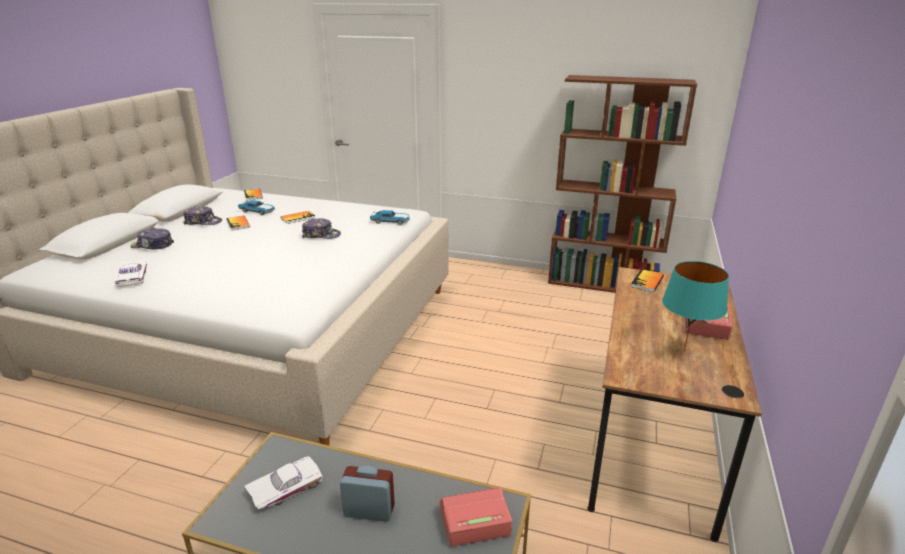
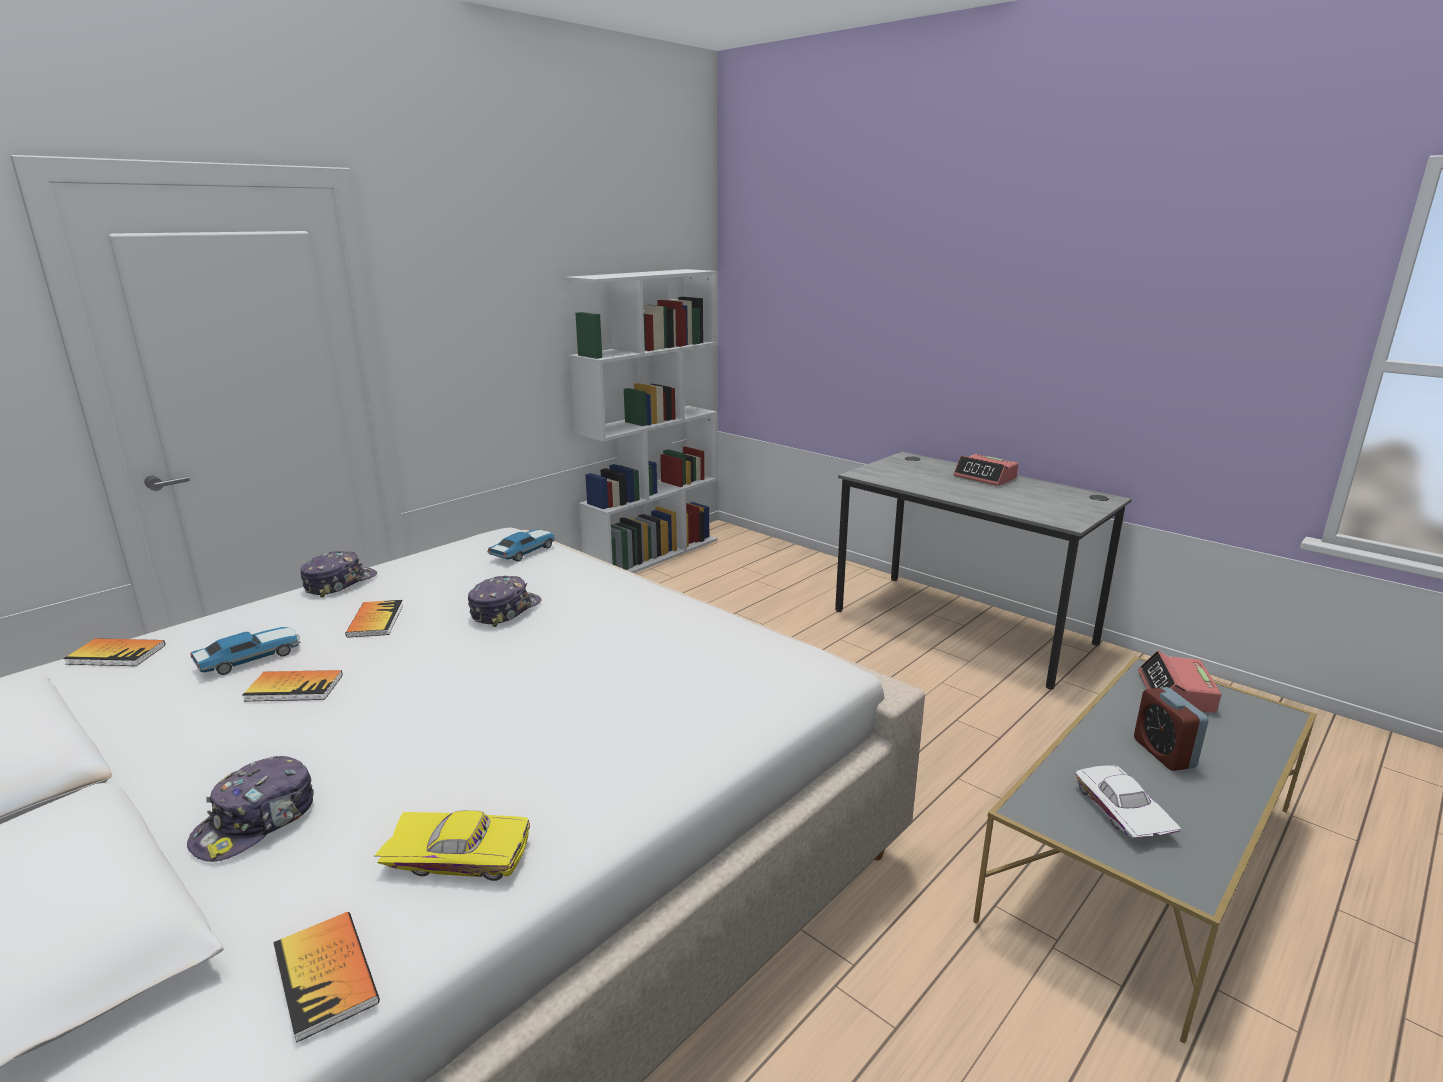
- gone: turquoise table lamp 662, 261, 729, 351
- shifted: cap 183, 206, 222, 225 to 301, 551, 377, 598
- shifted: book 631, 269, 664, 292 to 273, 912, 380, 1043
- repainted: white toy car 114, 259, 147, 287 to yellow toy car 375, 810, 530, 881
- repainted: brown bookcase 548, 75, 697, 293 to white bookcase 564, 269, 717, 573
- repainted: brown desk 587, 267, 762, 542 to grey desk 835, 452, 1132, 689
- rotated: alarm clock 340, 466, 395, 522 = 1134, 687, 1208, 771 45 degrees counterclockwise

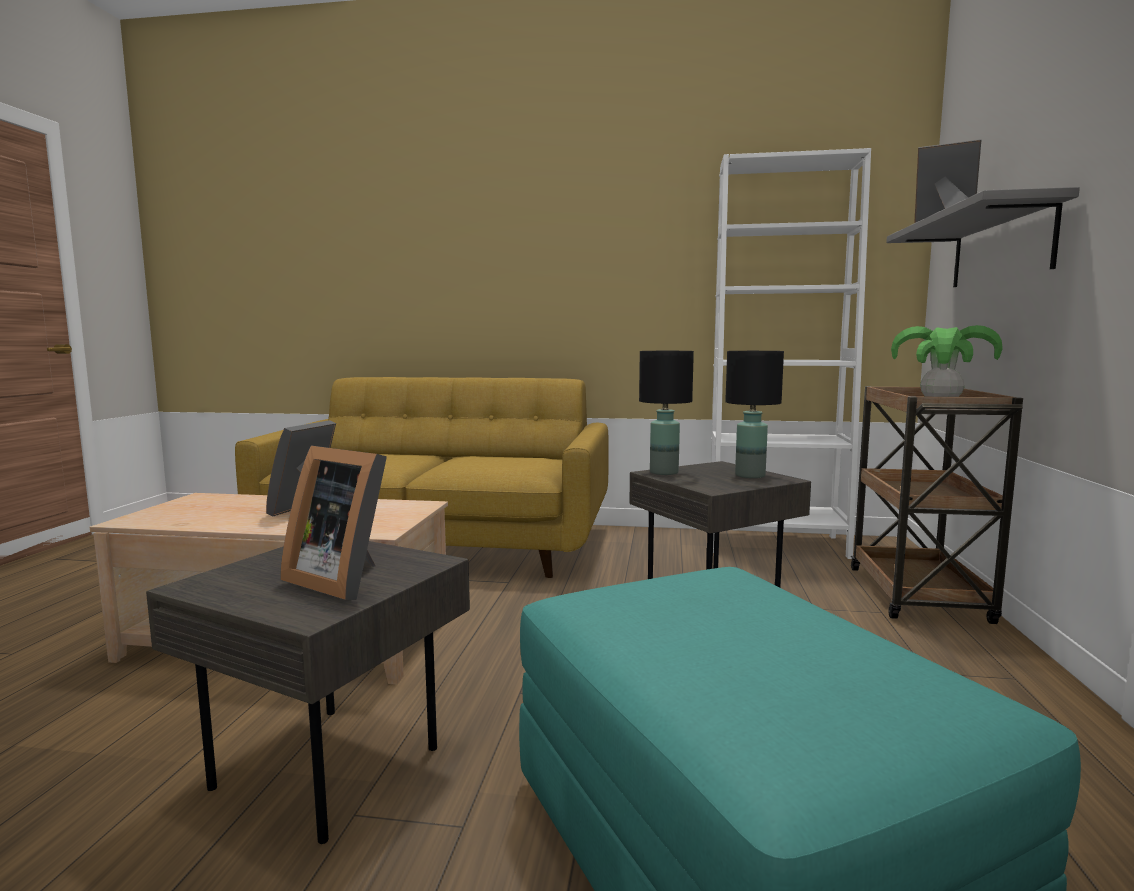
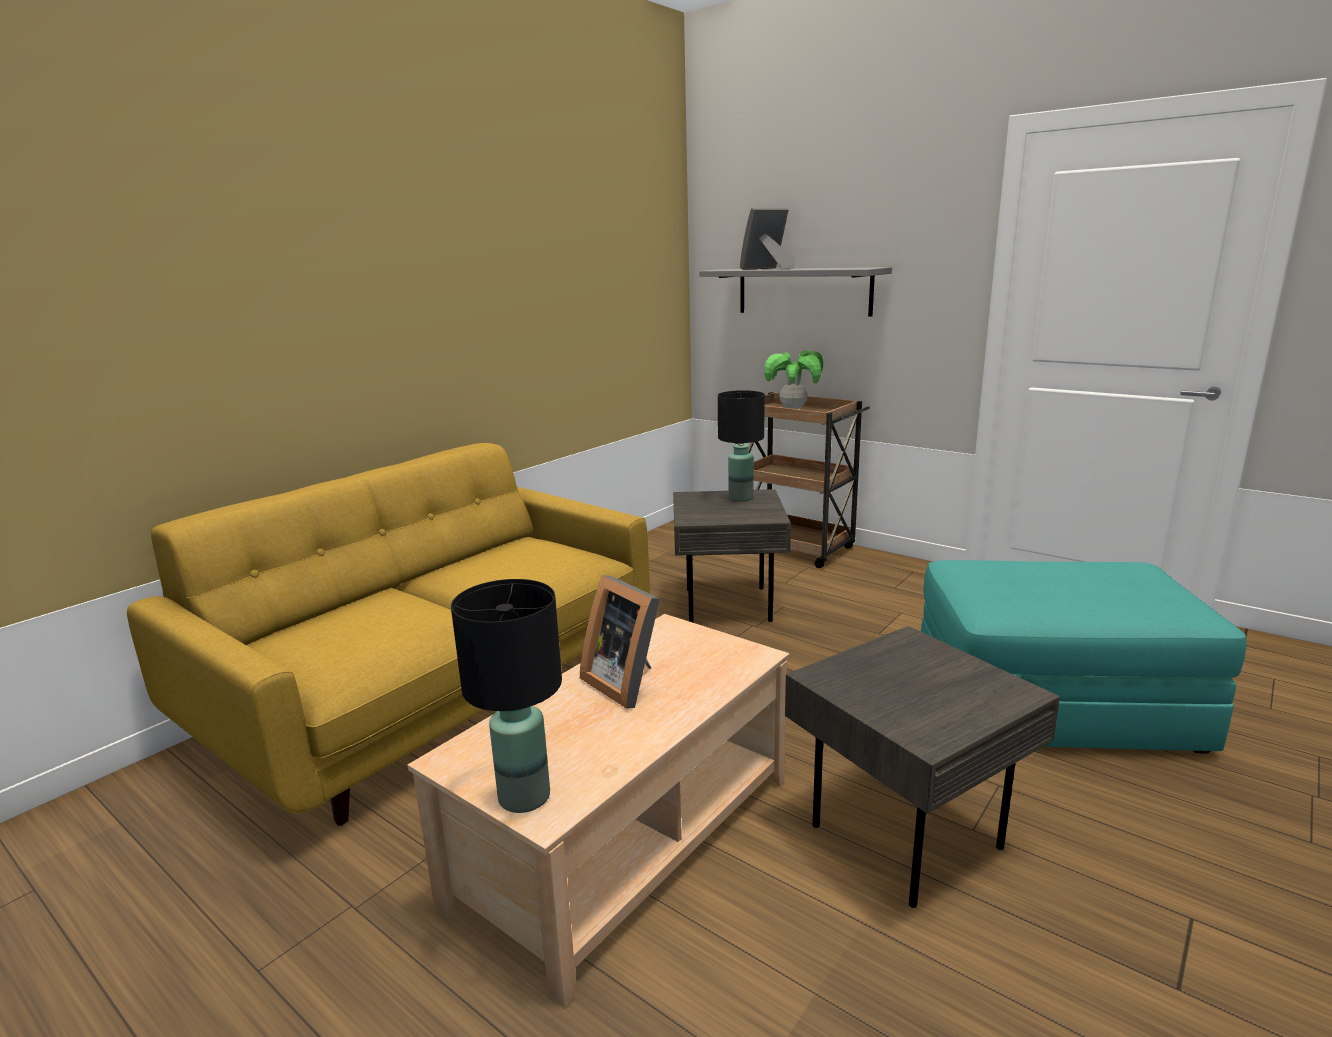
- gone: picture frame 280, 446, 387, 600
- gone: white bookcase 711, 148, 871, 559
- shifted: black table lamp 639, 351, 694, 475 to 451, 579, 562, 813

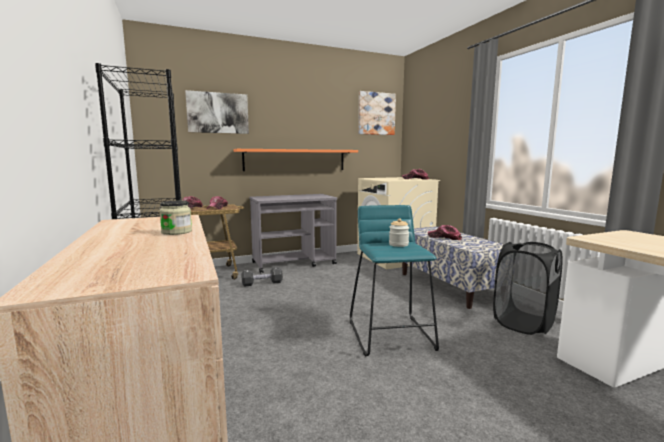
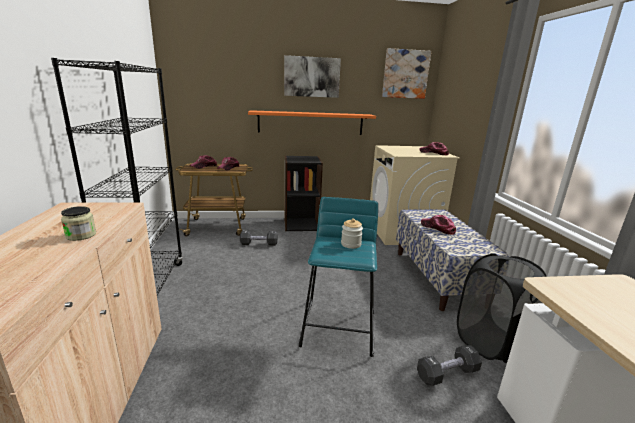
- new: black dumbbell 417, 345, 482, 386
- shifted: picture 185, 90, 249, 134 to 284, 55, 341, 98
- swapped: grey cart 249, 194, 337, 273 to black bookcase 285, 156, 323, 231

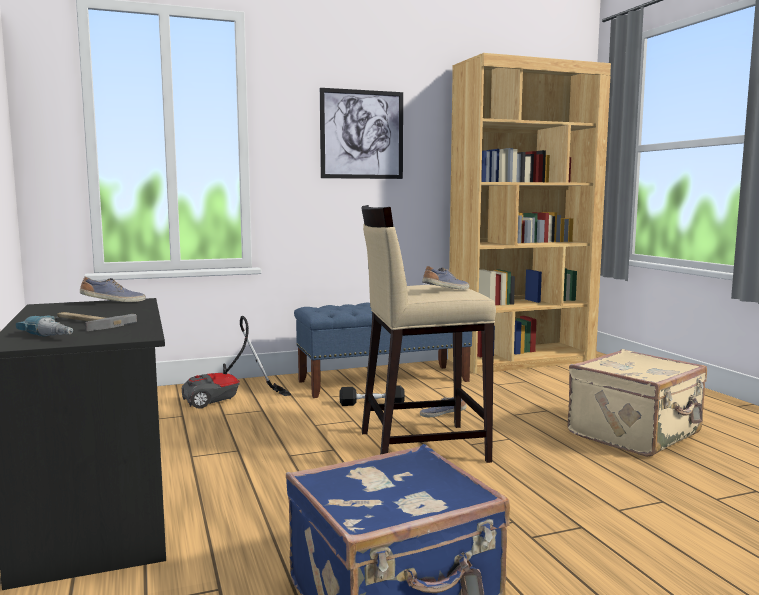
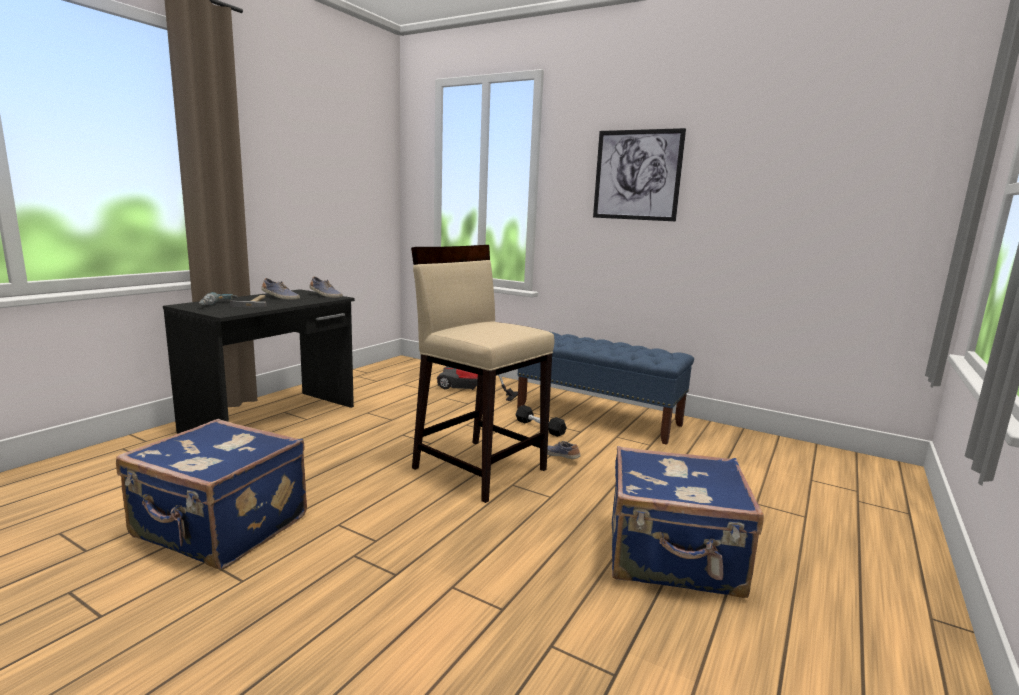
- gone: brown bookcase 448, 53, 611, 374
- shifted: shoe 422, 266, 469, 289 to 261, 278, 300, 300
- repainted: beige suitcase 568, 349, 707, 457 to blue suitcase 612, 446, 764, 598

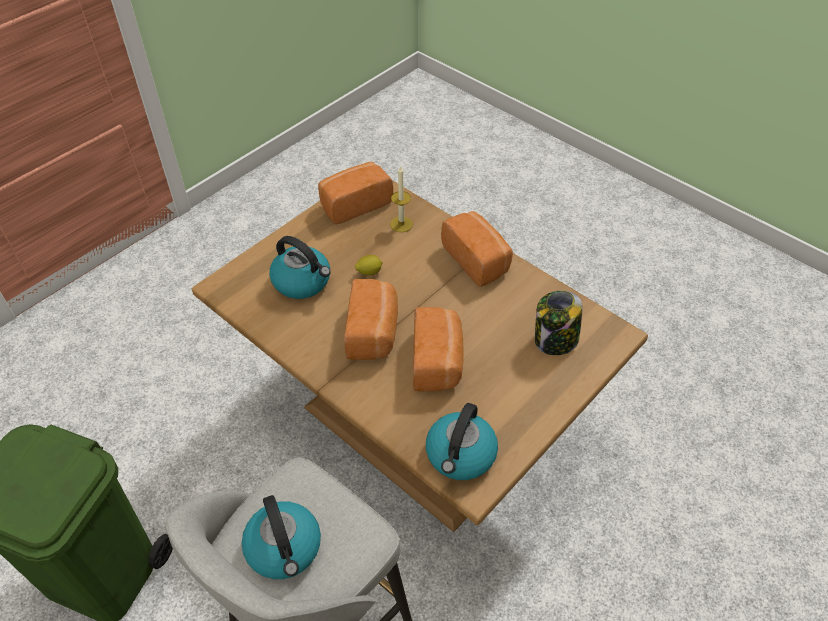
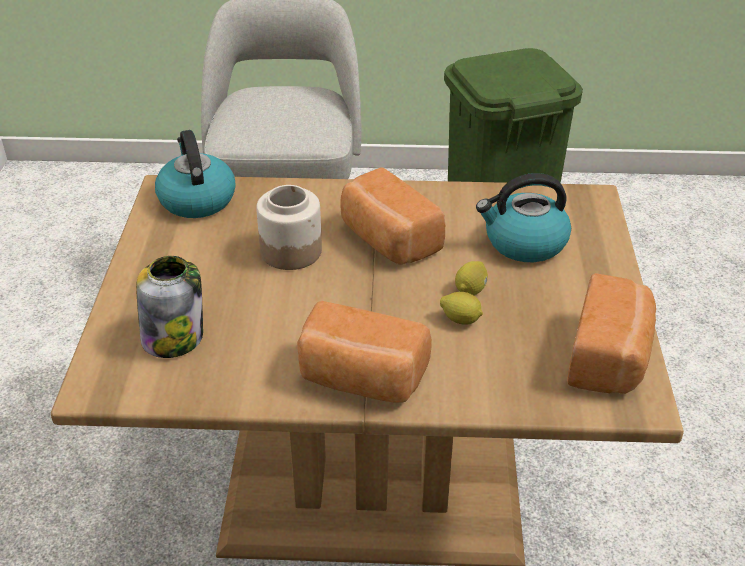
- gone: kettle 242, 495, 321, 579
- gone: candle 390, 166, 413, 232
- new: lemon 440, 292, 483, 325
- swapped: bread 413, 307, 464, 392 to jar 256, 185, 322, 270

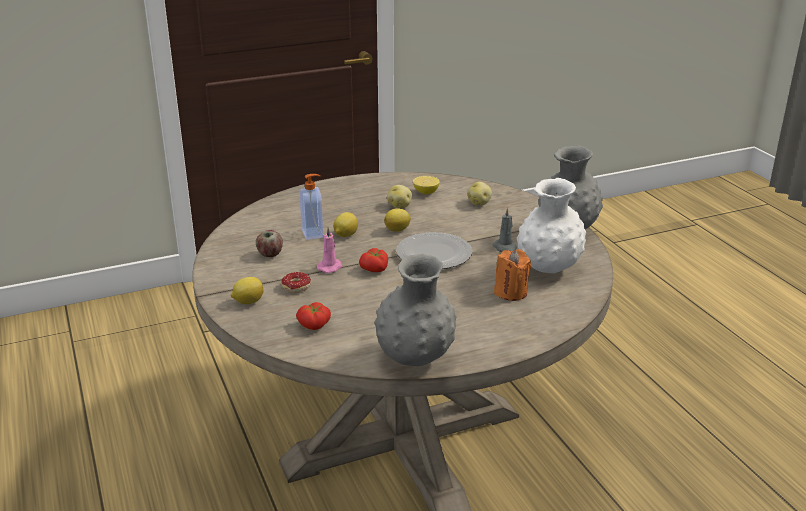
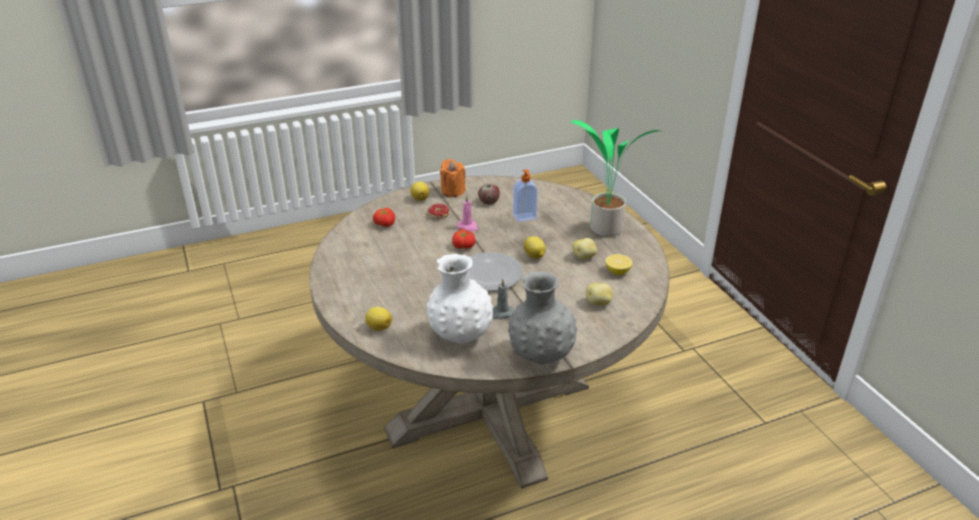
- gone: grey vase 374, 254, 457, 366
- new: potted plant 571, 120, 661, 237
- shifted: lemon 333, 212, 358, 237 to 365, 307, 392, 331
- shifted: orange candle 494, 249, 531, 301 to 440, 159, 466, 197

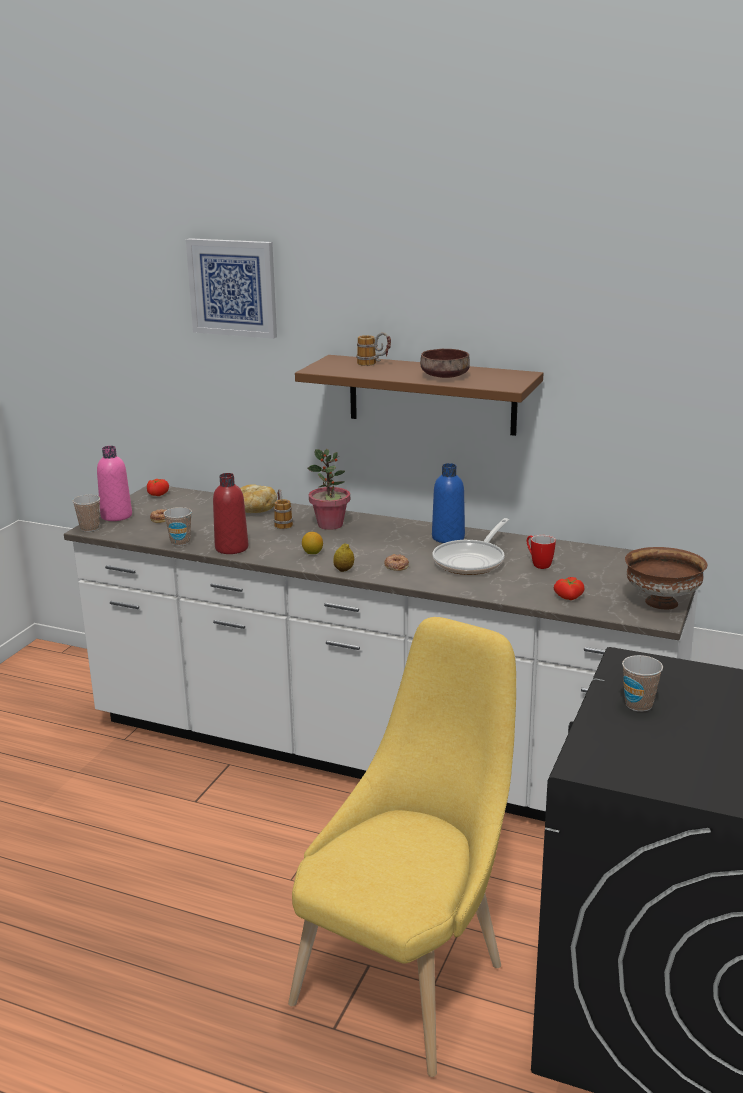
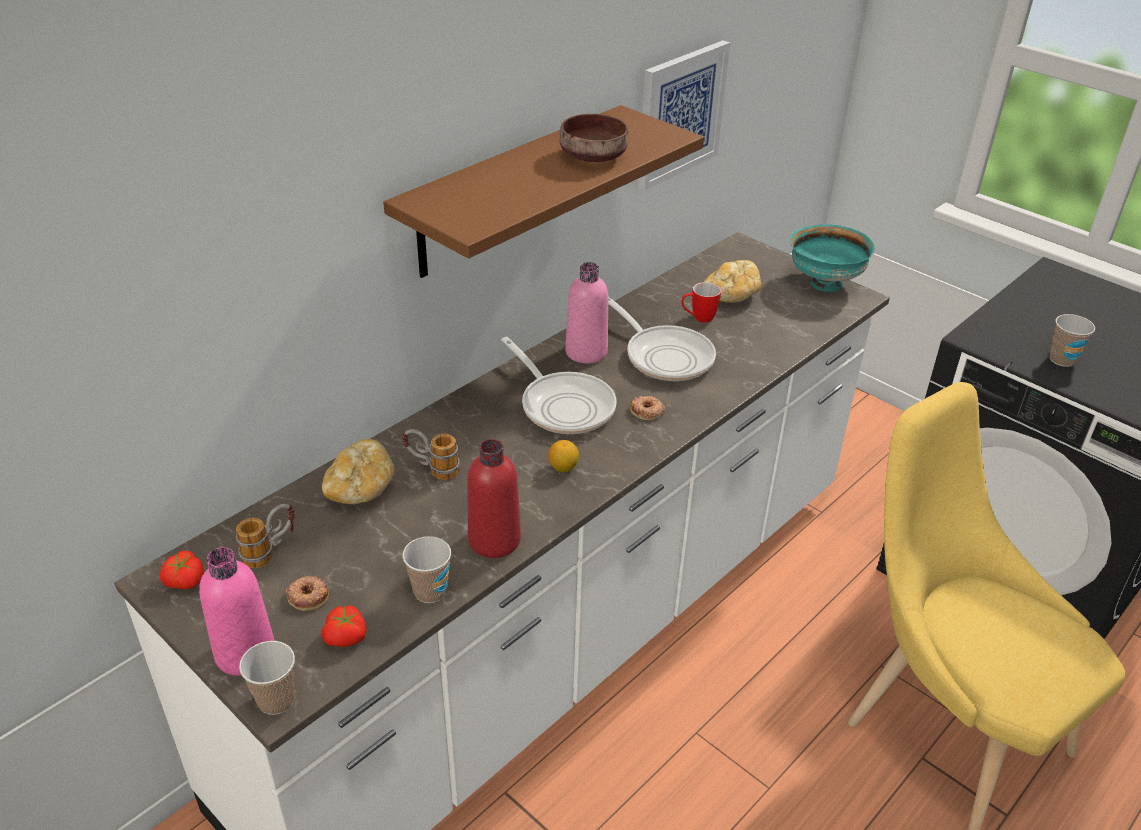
- gone: potted plant 307, 449, 350, 530
- gone: lemon 333, 543, 354, 572
- new: frying pan 501, 337, 616, 434
- new: bread 704, 260, 761, 303
- shifted: picture 186, 238, 277, 339 to 637, 40, 730, 191
- shifted: mug 357, 332, 391, 366 to 236, 504, 295, 568
- shifted: tomato 554, 577, 584, 600 to 322, 605, 367, 647
- repainted: blue bottle 432, 463, 465, 543 to pink bottle 565, 262, 608, 363
- repainted: brown bowl 625, 547, 708, 609 to turquoise bowl 790, 224, 875, 292

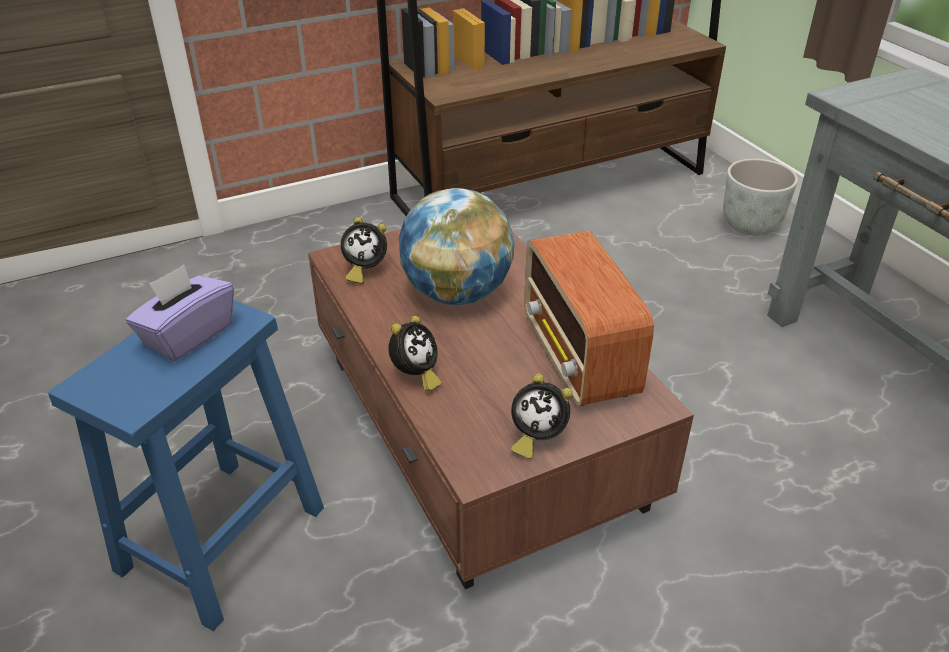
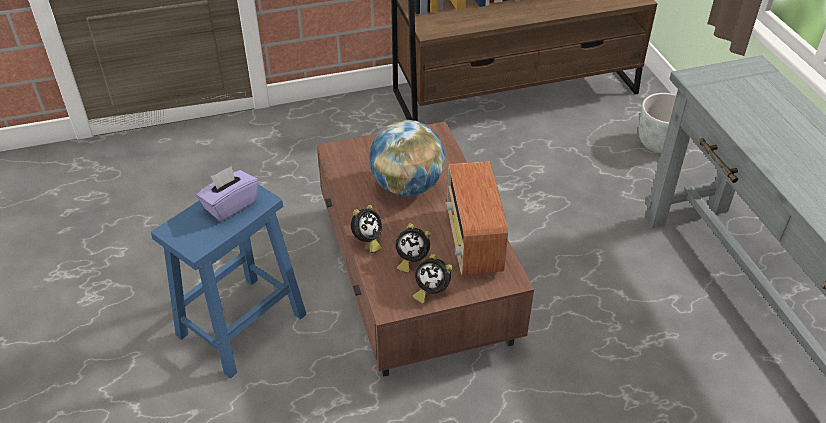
- shifted: alarm clock 341, 216, 387, 284 to 396, 223, 431, 273

